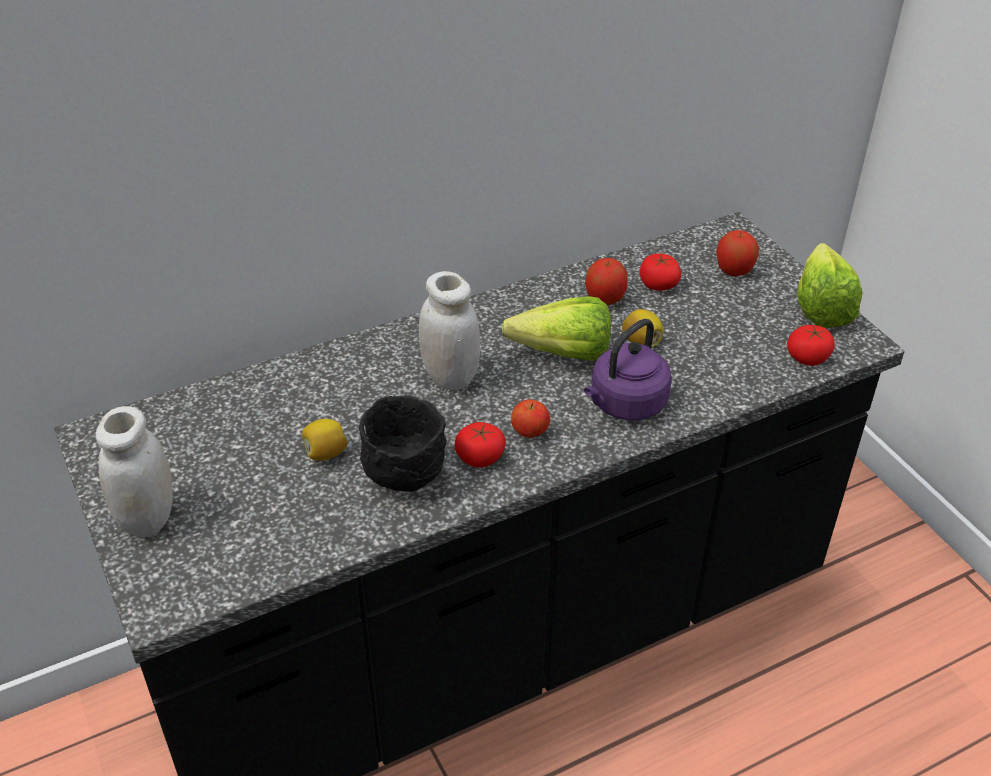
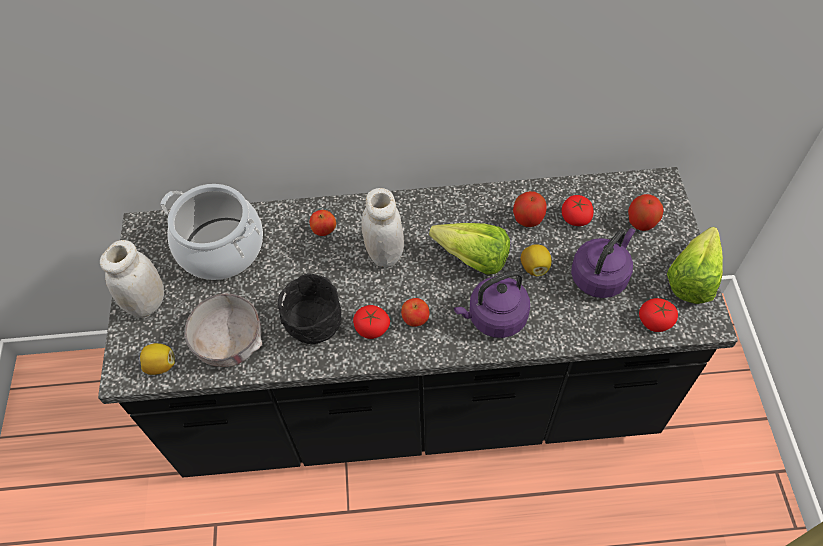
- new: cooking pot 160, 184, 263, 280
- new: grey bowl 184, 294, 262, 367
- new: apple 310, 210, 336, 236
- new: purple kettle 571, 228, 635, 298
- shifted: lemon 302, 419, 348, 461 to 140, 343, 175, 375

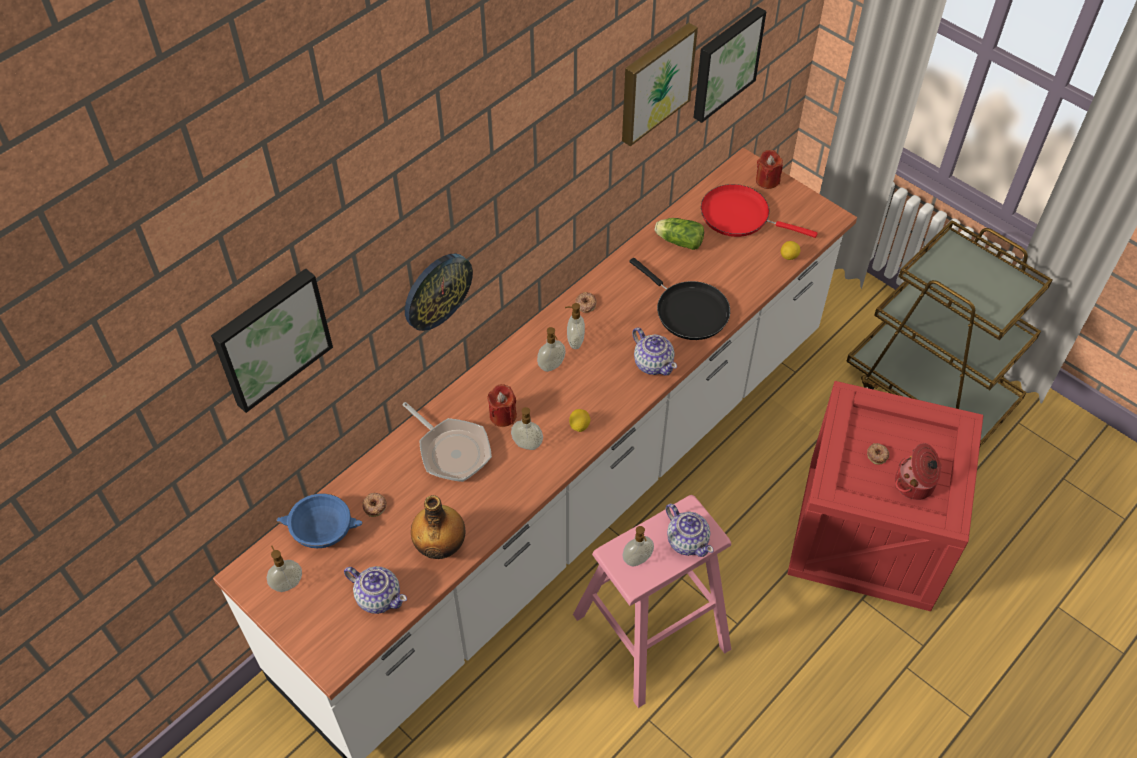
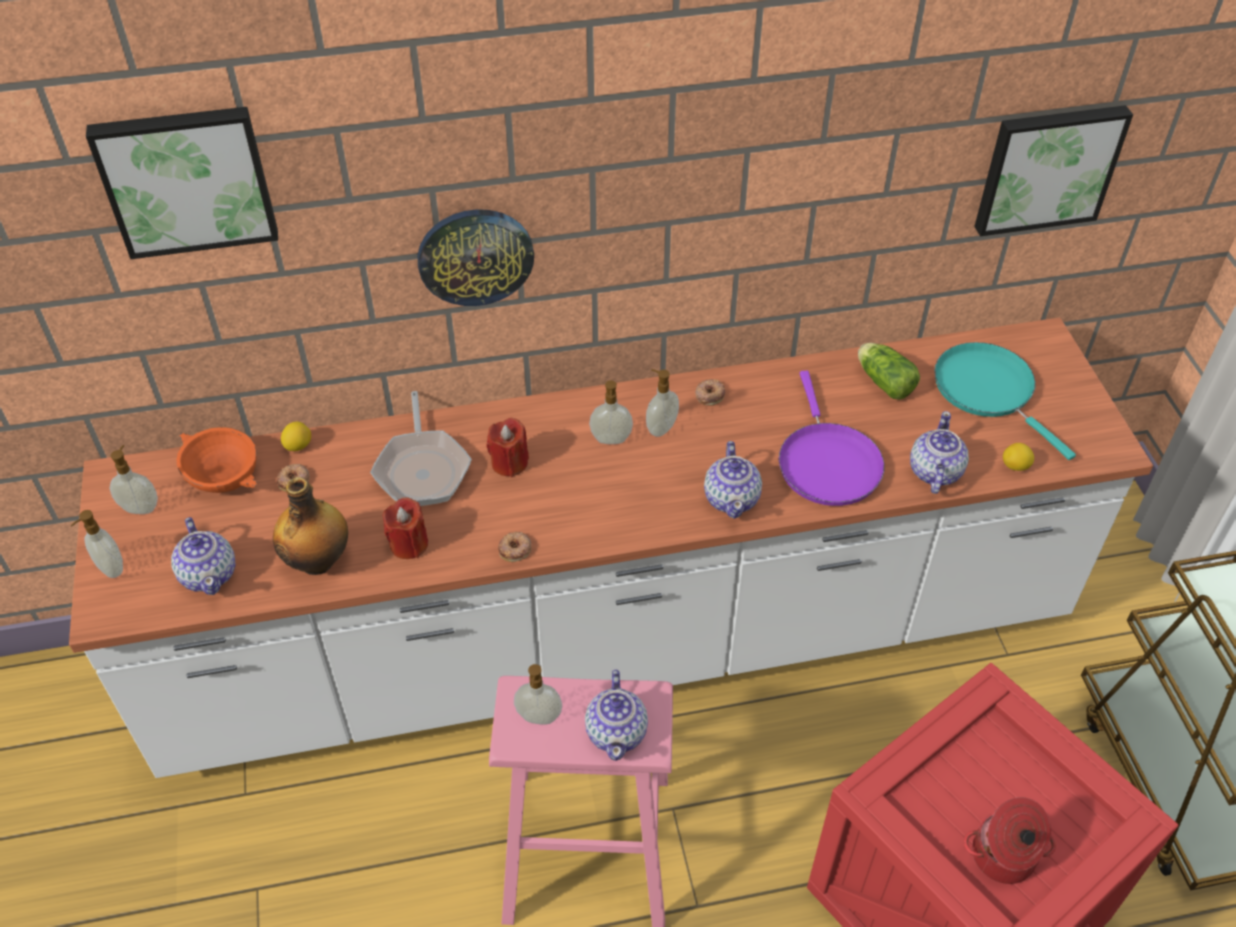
- gone: picture 622, 23, 698, 146
- new: teapot 910, 411, 969, 494
- shifted: soap dispenser 511, 407, 543, 450 to 71, 510, 123, 578
- shifted: lemon 569, 409, 590, 432 to 281, 422, 311, 451
- shifted: red candle 756, 150, 783, 189 to 383, 497, 428, 559
- shifted: donut 867, 443, 889, 465 to 498, 532, 532, 562
- repainted: blue bowl 276, 493, 363, 548 to orange bowl 177, 427, 257, 493
- repainted: black frying pan 629, 258, 730, 340 to purple frying pan 779, 371, 885, 506
- repainted: red frying pan 701, 184, 818, 238 to turquoise frying pan 934, 342, 1076, 460

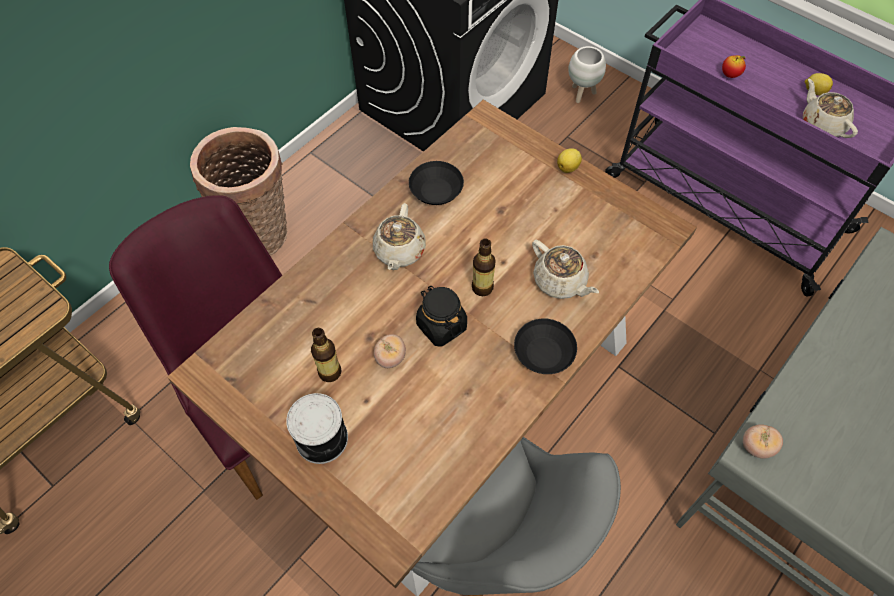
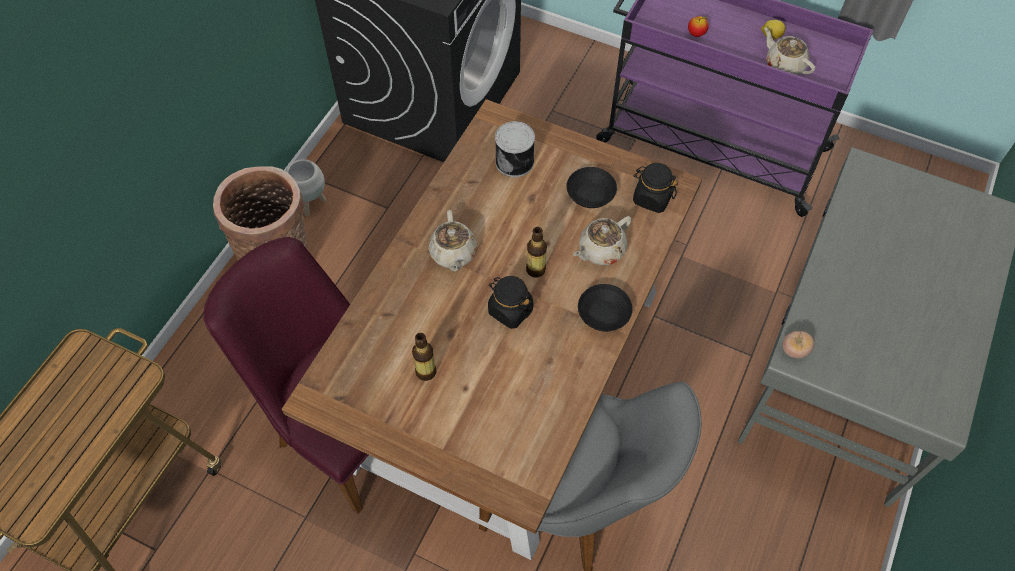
- gone: tomato 374, 334, 406, 368
- gone: lemon 557, 148, 582, 173
- new: black jar 633, 163, 678, 213
- shifted: can 286, 393, 348, 464 to 495, 121, 535, 177
- shifted: black bowl 409, 161, 464, 205 to 566, 167, 617, 208
- shifted: white planter 568, 46, 606, 103 to 285, 159, 326, 216
- rotated: beige teapot 532, 239, 599, 299 = 573, 216, 632, 265 105 degrees clockwise

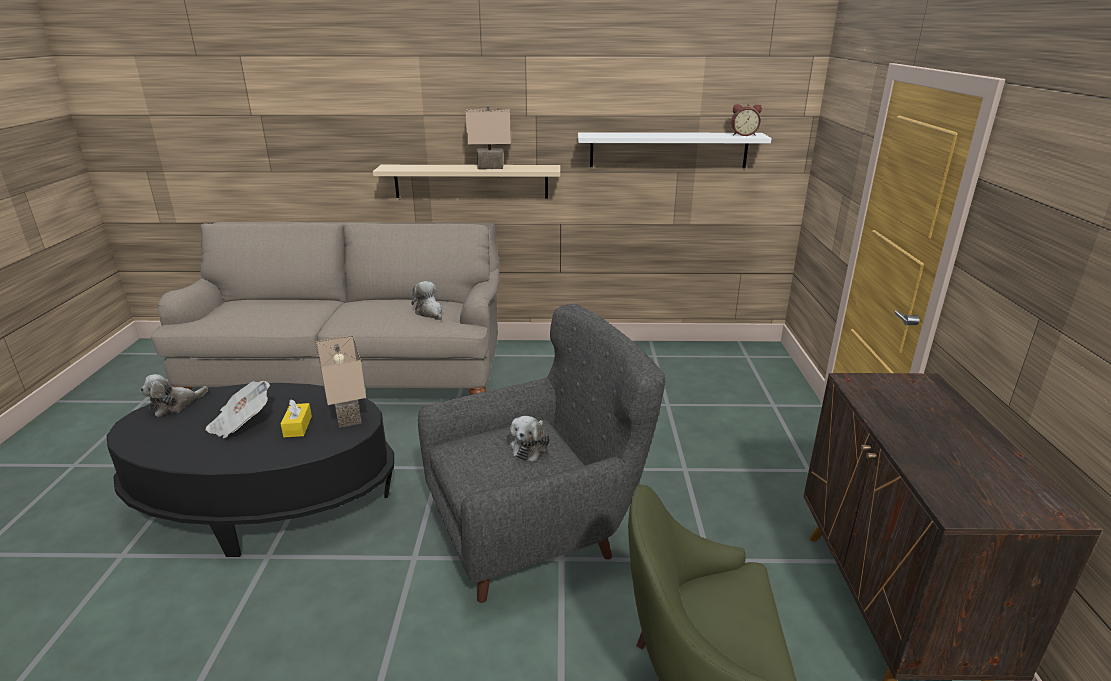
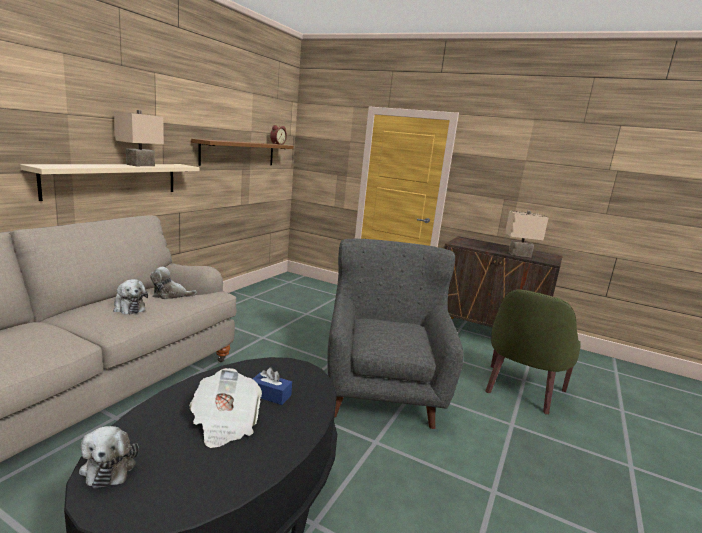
- shifted: beige table lamp 316, 335, 366, 428 to 505, 210, 549, 257
- shifted: plush toy 510, 416, 550, 462 to 113, 279, 148, 314
- repainted: yellow tissue box 281, 400, 312, 437 to blue tissue box 253, 368, 292, 405
- repainted: white shelf 578, 132, 772, 168 to brown shelf 191, 139, 294, 166

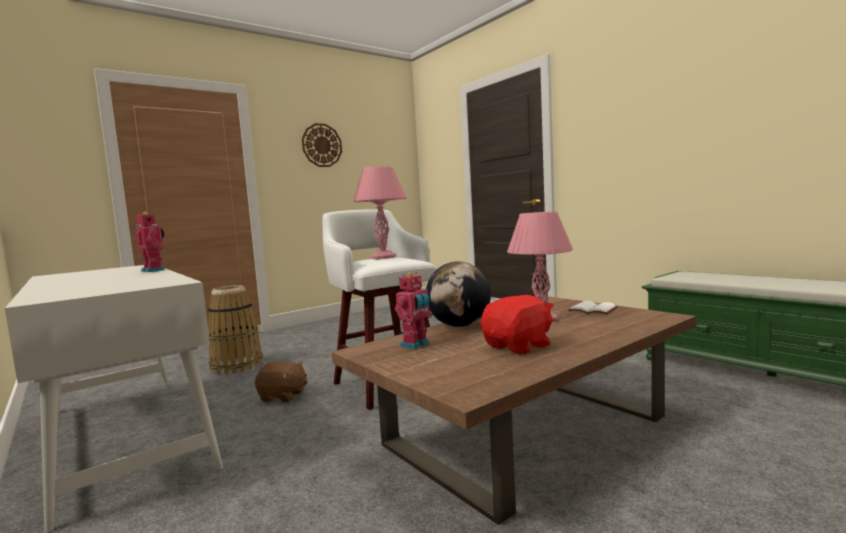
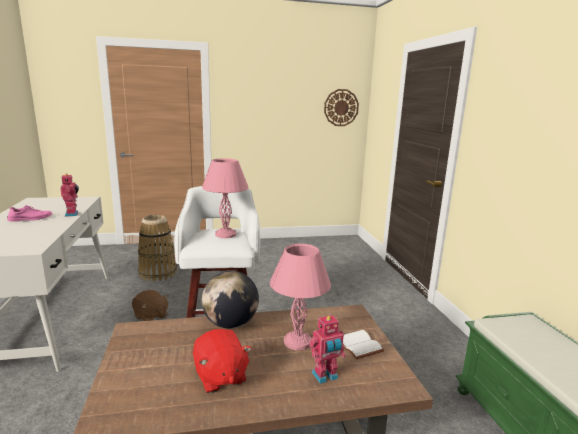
- new: pink shoe 7, 205, 52, 222
- shifted: wall clock 302, 123, 342, 167 to 324, 89, 359, 126
- shifted: toy robot 395, 272, 433, 349 to 309, 315, 345, 384
- rotated: red plush toy 481, 295, 554, 354 = 193, 329, 251, 393 75 degrees clockwise

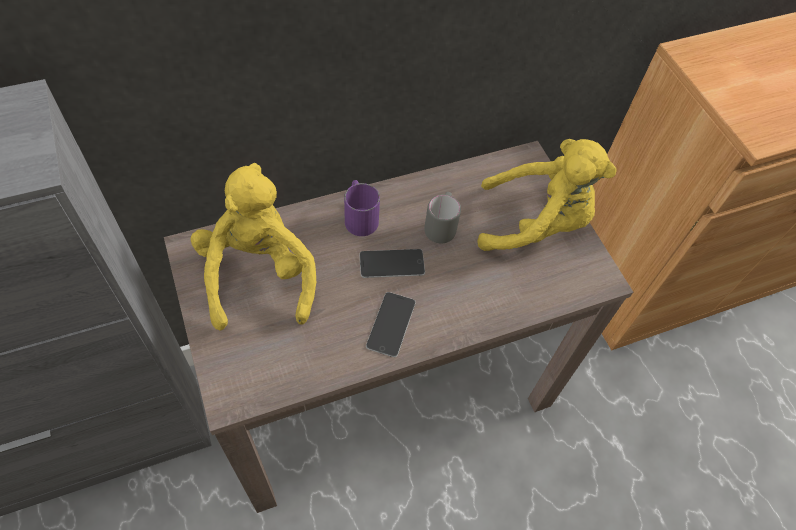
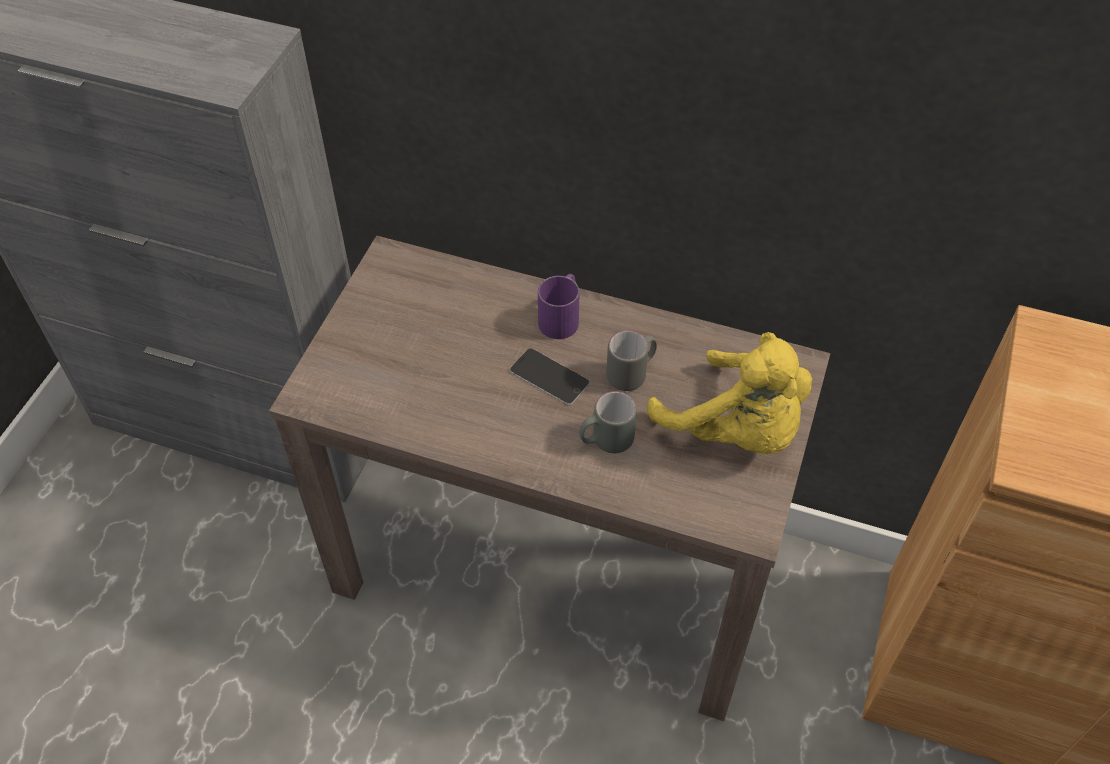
- gone: yellow plush toy 190, 163, 316, 330
- gone: phone 366, 292, 416, 357
- new: grey mug 579, 391, 637, 453

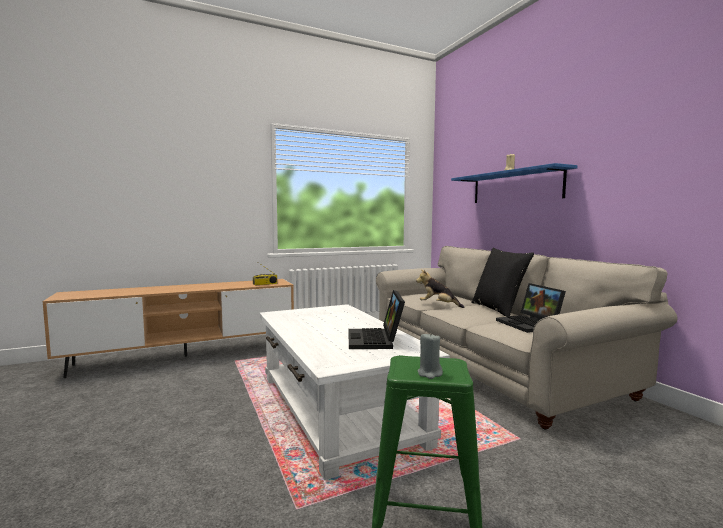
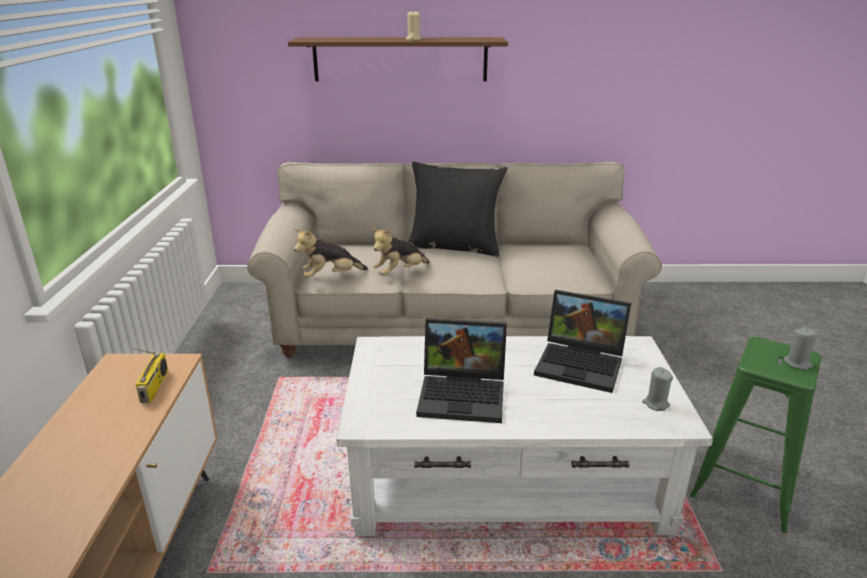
- new: plush toy 294, 229, 368, 278
- new: grey candle 642, 367, 673, 411
- shifted: laptop 496, 283, 566, 333 to 416, 318, 507, 423
- repainted: blue shelf 451, 163, 578, 203 to brown shelf 288, 38, 508, 81

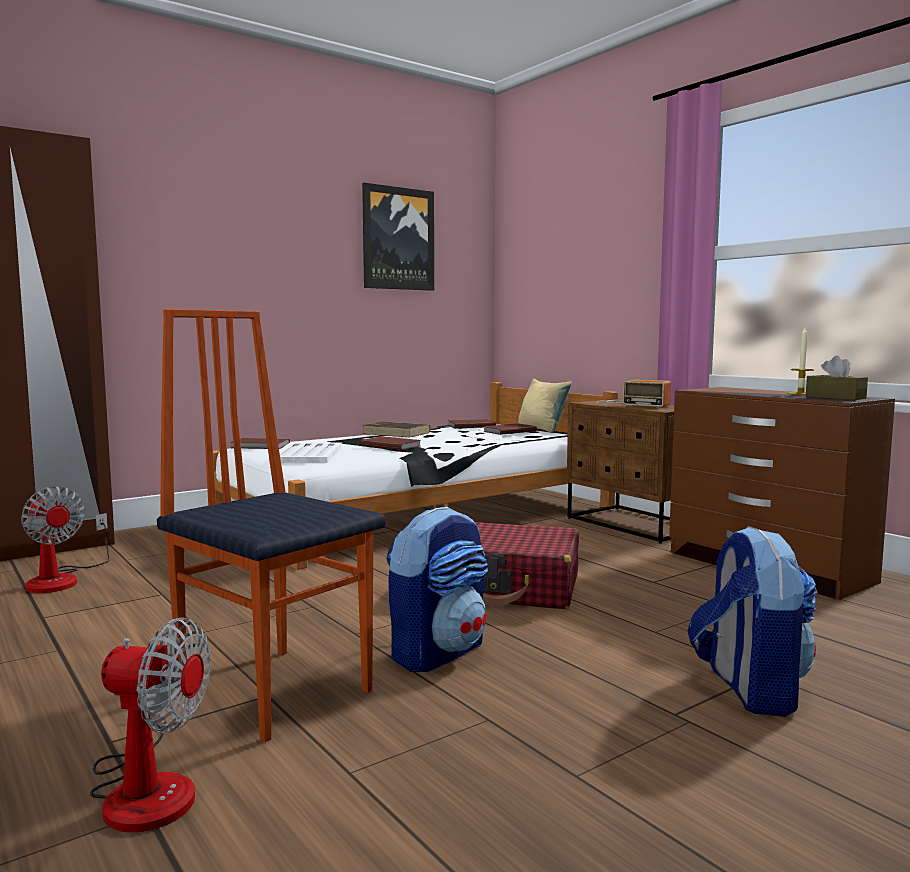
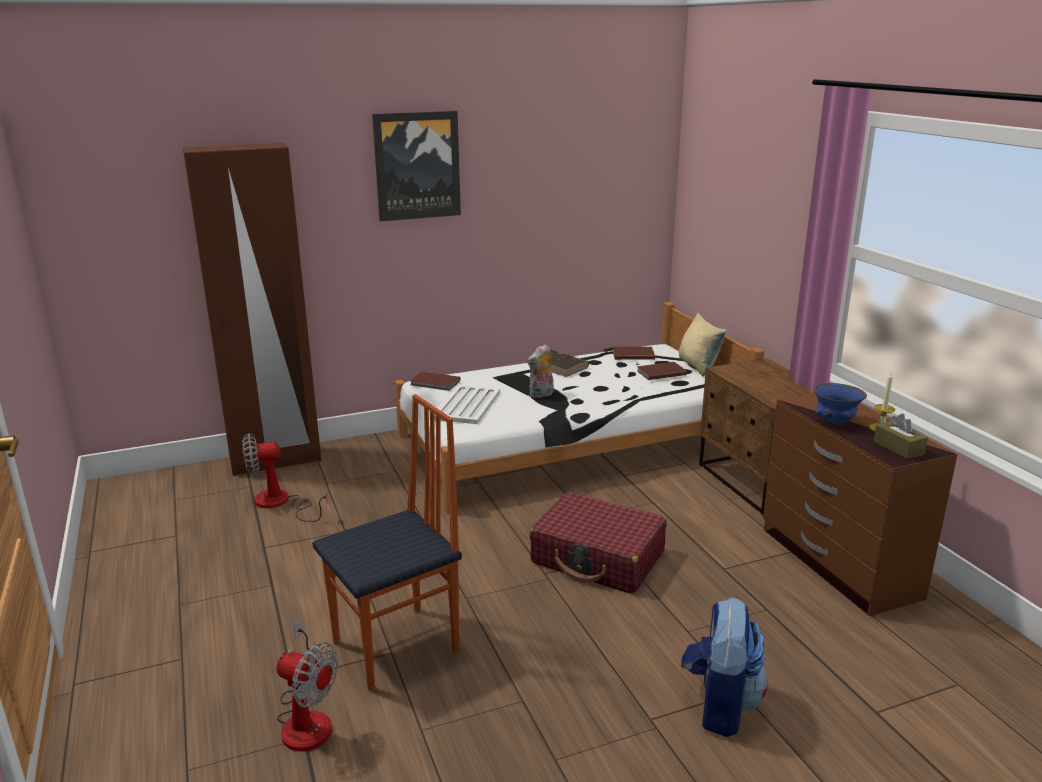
- gone: backpack 386, 507, 488, 672
- gone: radio 596, 380, 671, 408
- new: blue bowl 814, 383, 867, 425
- shifted: picture 362, 183, 434, 291 to 372, 111, 461, 221
- swapped: brown book 360, 436, 420, 450 to plush toy 527, 344, 554, 398
- rotated: fan 21, 486, 110, 593 = 242, 433, 327, 522 105 degrees clockwise
- rotated: chair 157, 309, 385, 742 = 312, 394, 462, 691 90 degrees clockwise

